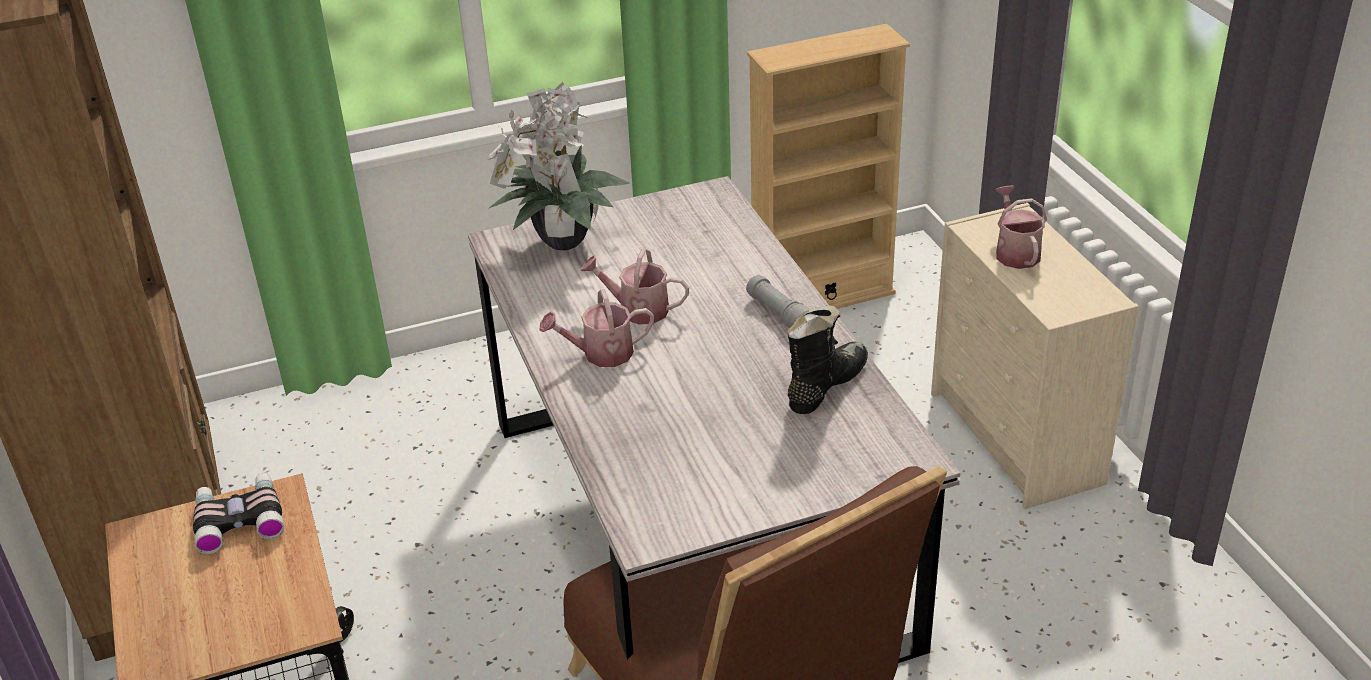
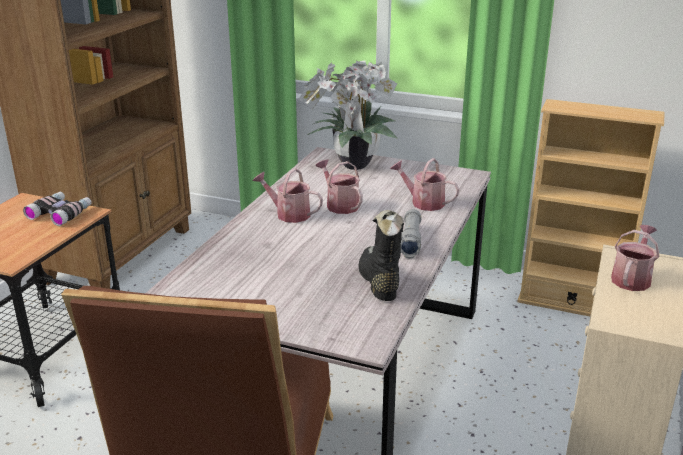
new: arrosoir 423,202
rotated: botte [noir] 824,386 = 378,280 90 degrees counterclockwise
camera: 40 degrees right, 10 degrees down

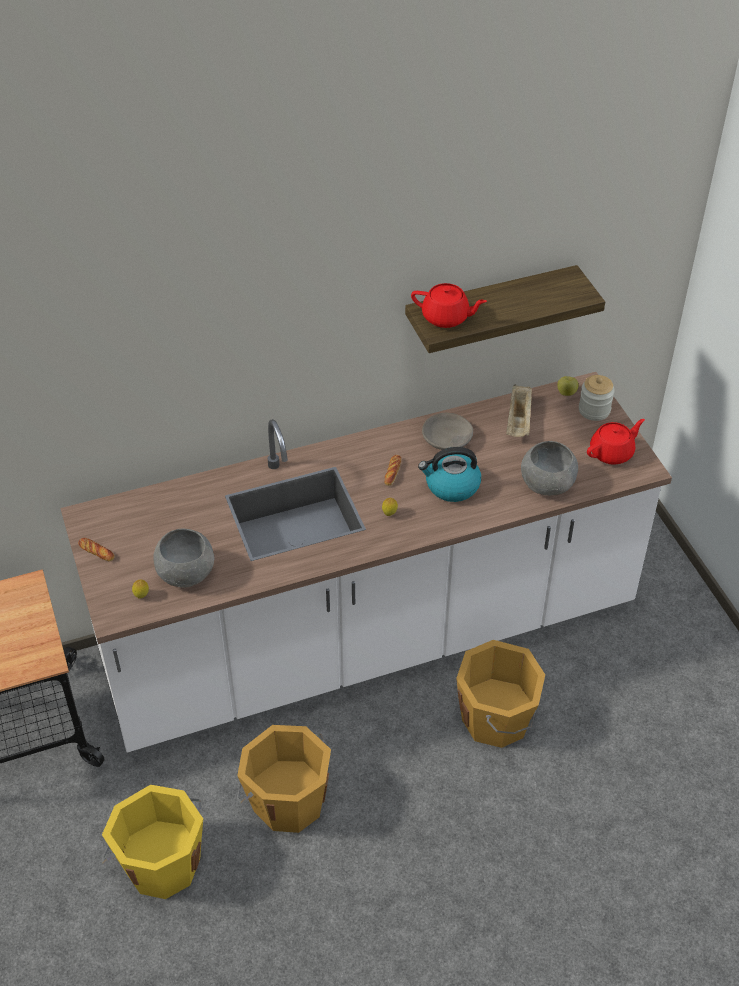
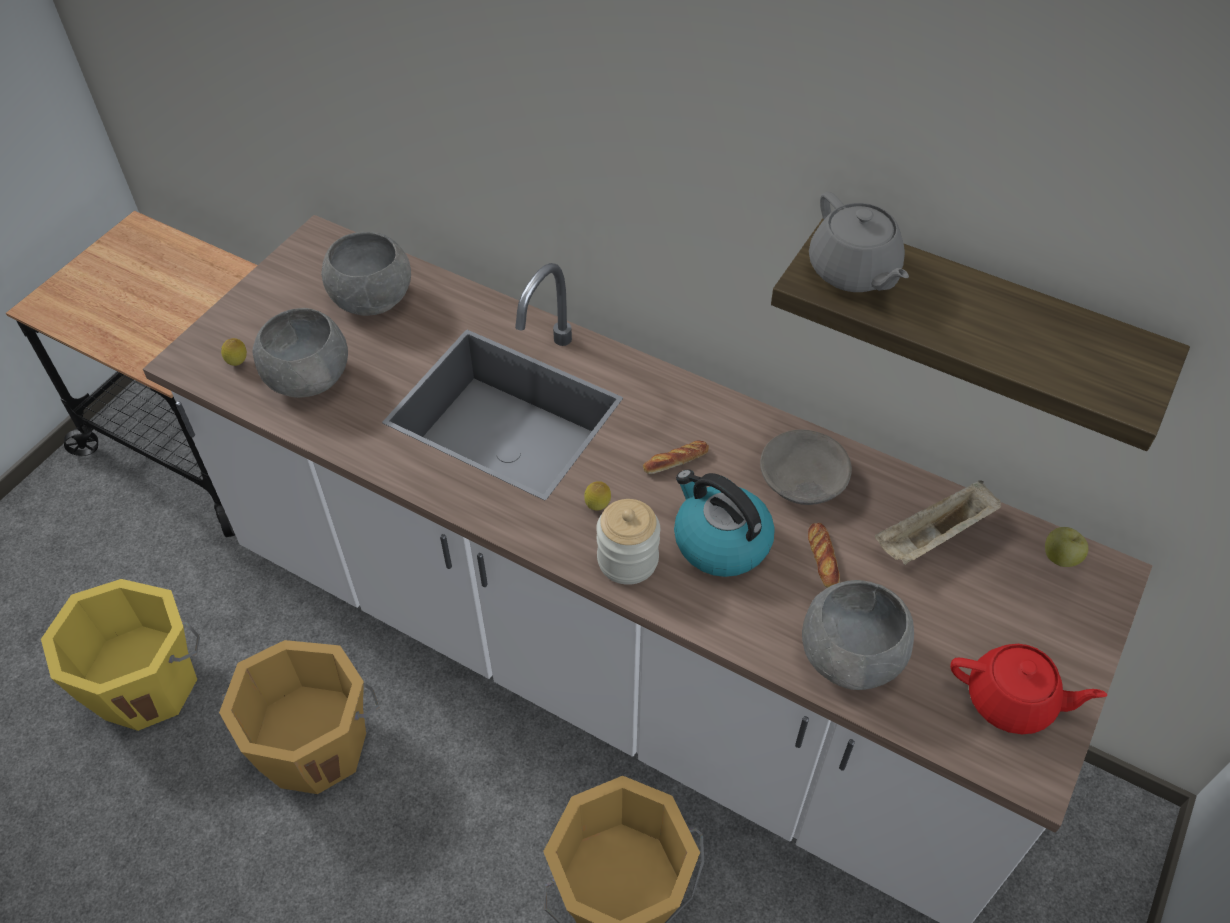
new: bol [gris] 372,299
shifted: bocal 594,410 to 627,560; pain 96,551 to 823,558
repainted: théière [rouge] 446,317 to théière [gris] 853,271
camera: 50 degrees right, 5 degrees up

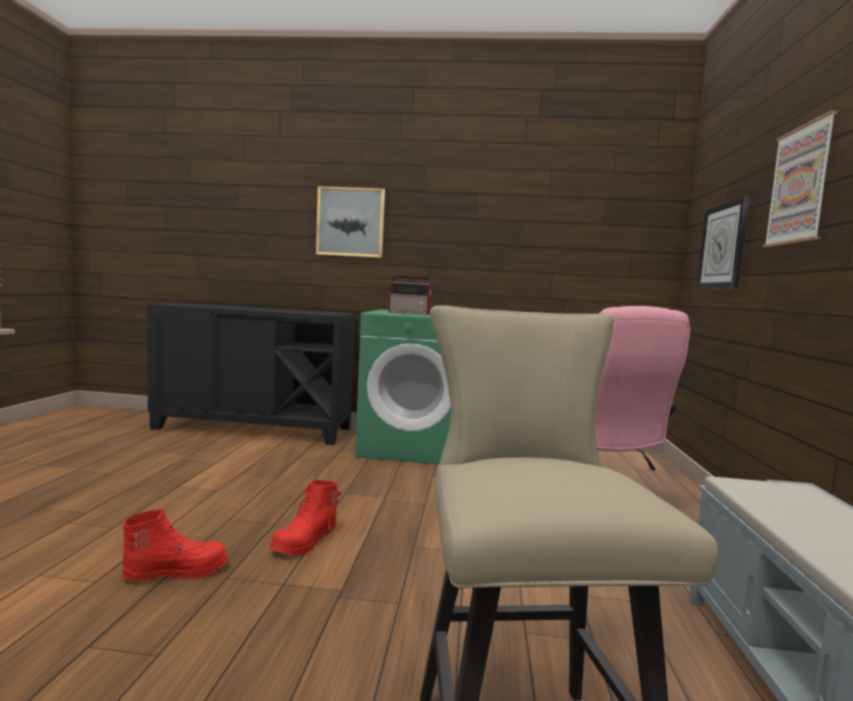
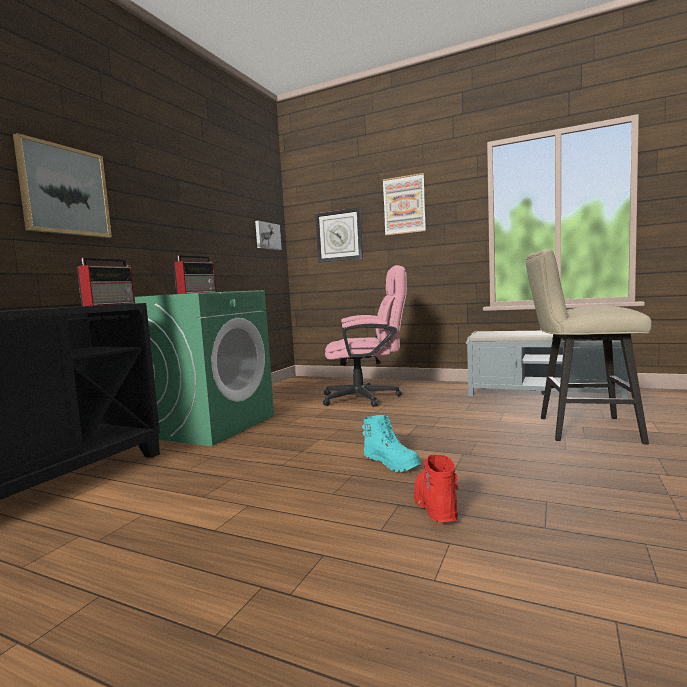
new: radio 110,304; tableau 267,236
repainted: botte [rouge] 306,542 to botte [turquoise] 392,463
camera: 70 degrees left, 0 degrees up

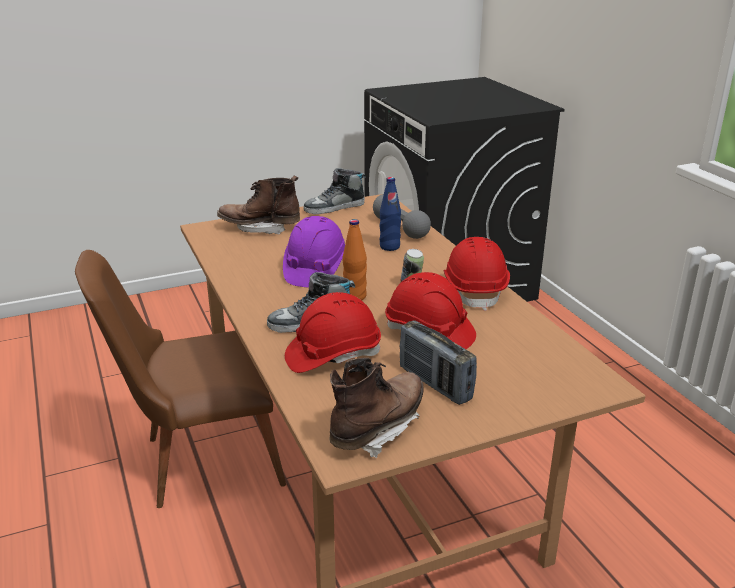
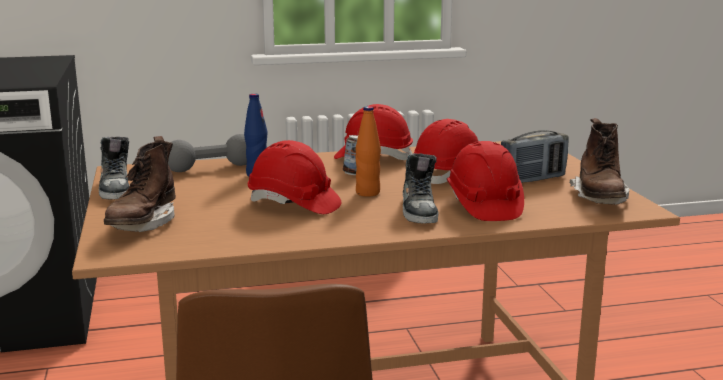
repainted: casque de chantier [violet] 315,270 to casque de chantier [rouge] 294,204
rotated: botte [marron] 378,428 = 599,198 135 degrees counterclockwise
camera: 80 degrees left, 10 degrees down

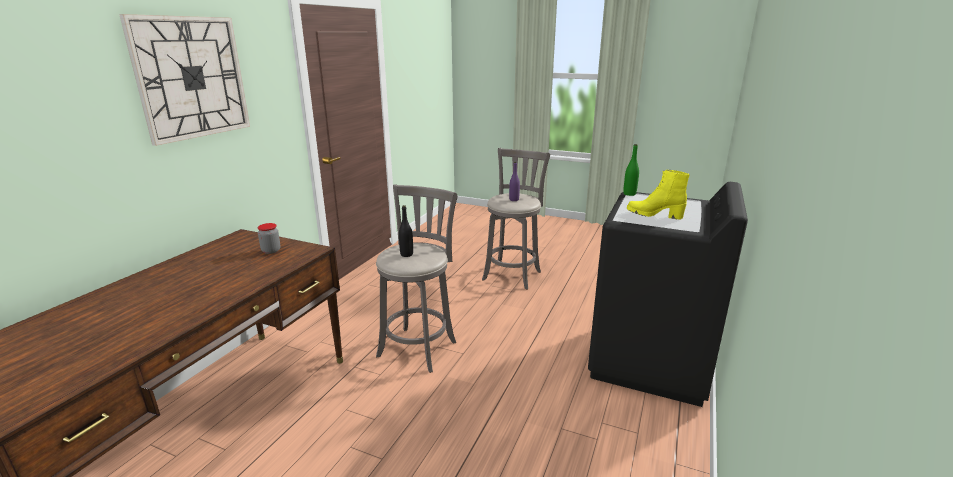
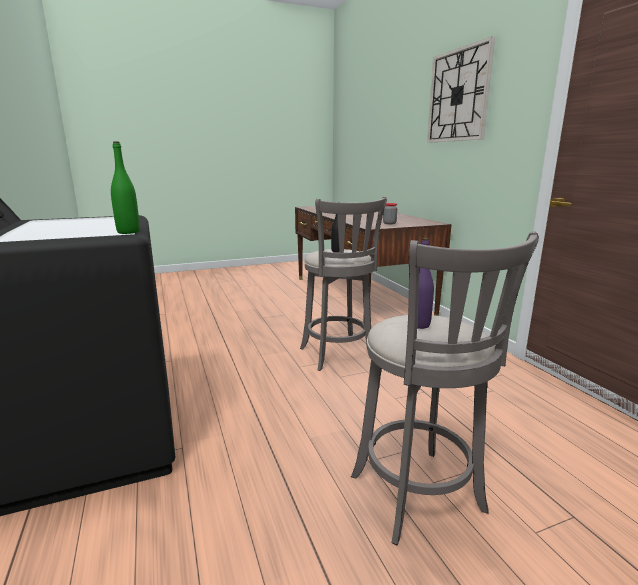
gone: botte [jaune] 654,215
camera: 135 degrees right, 5 degrees down

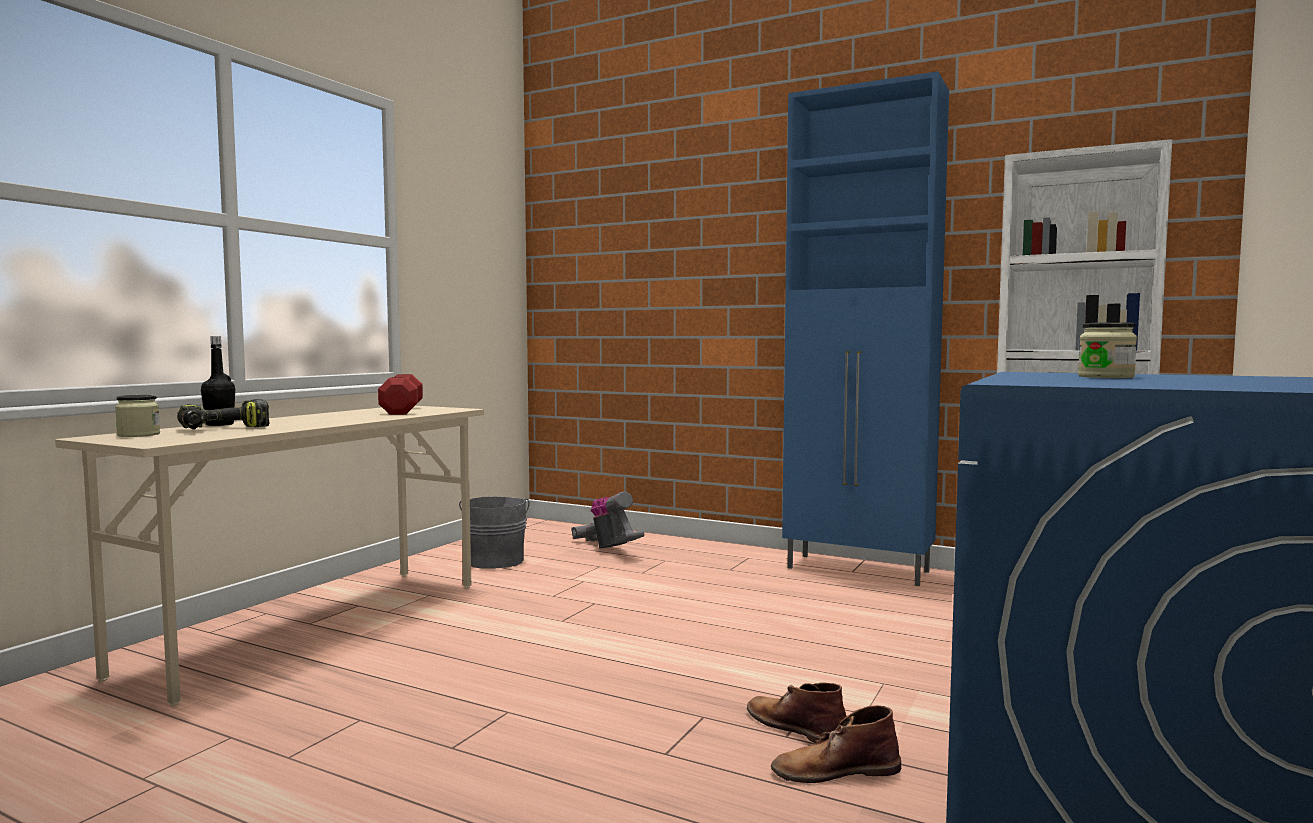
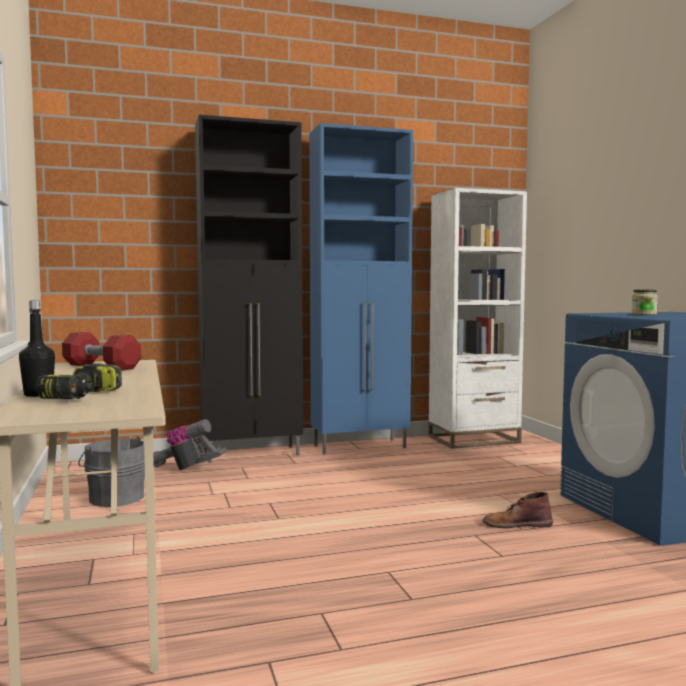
gone: bocal 138,435; botte [marron] 834,770
new: meuble de rangement [noir] 253,454
camera: 45 degrees left, 0 degrees up

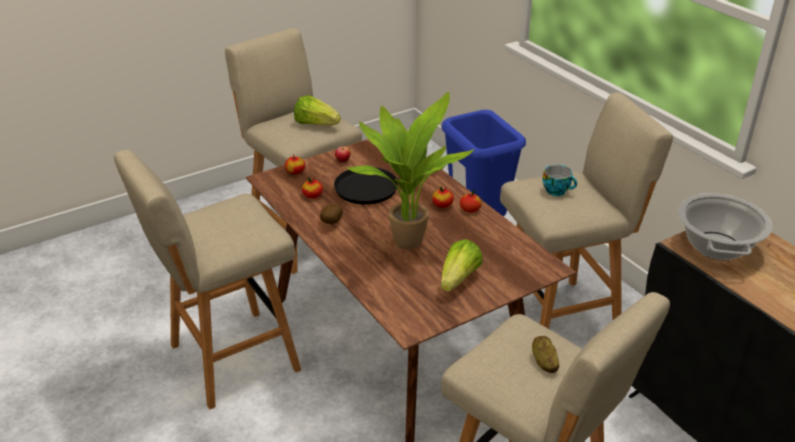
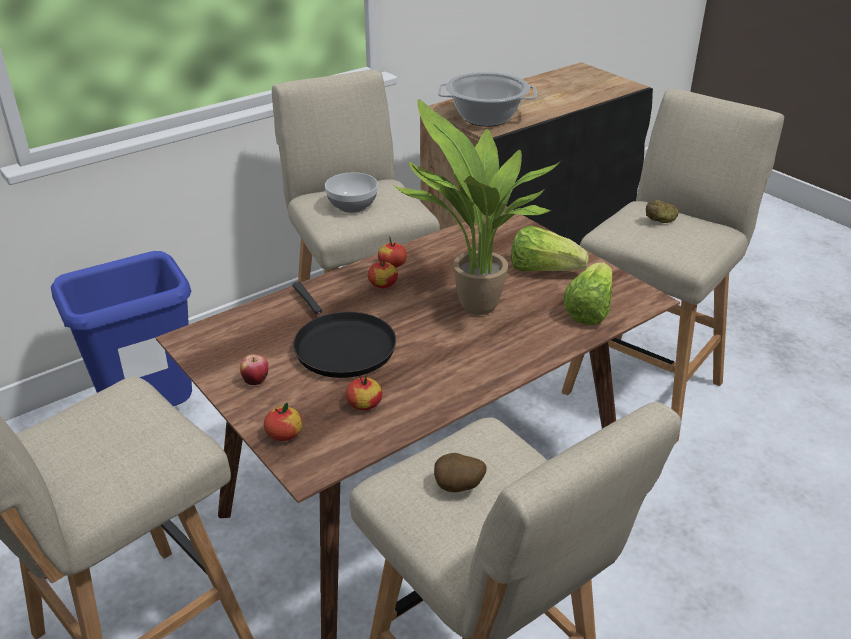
shifted: pomme de terre 330,223 to 458,488; laitue 316,124 to 589,310
swapped: tasse 557,191 to bol 351,205
camera: 95 degrees left, 0 degrees up

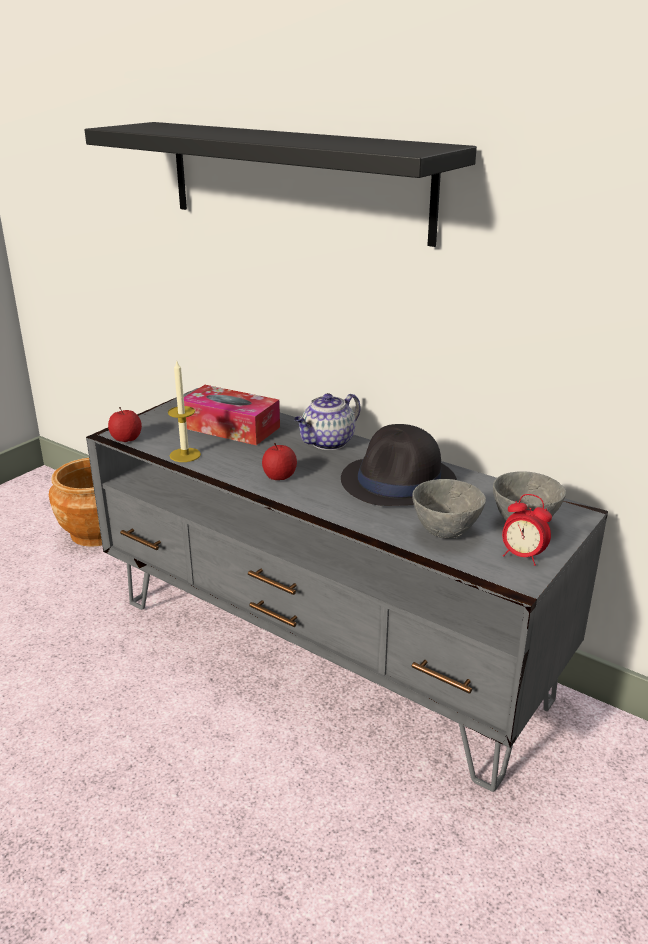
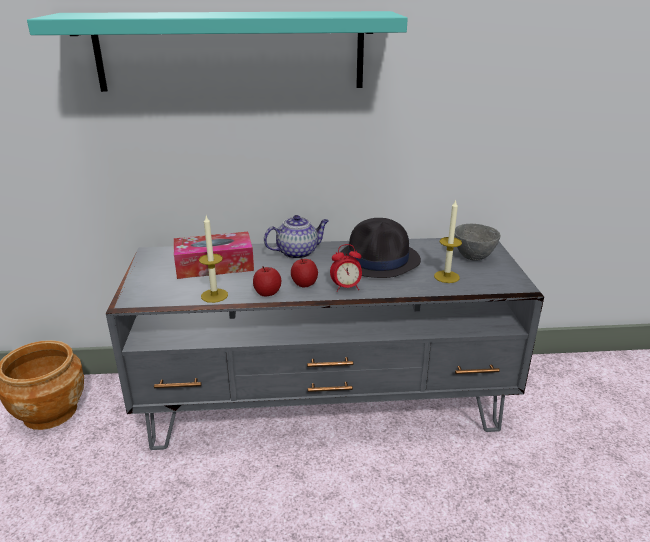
shifted: pomme 126,439 to 267,293; réveil 522,556 to 346,288
swapped: bol [gris] 445,531 to bougie 446,277
repainted: étagère [noir] 295,180 to étagère [turquoise] 231,51
rotated: théière 327,443 = 298,252 120 degrees counterclockwise
camera: 40 degrees left, 0 degrees up

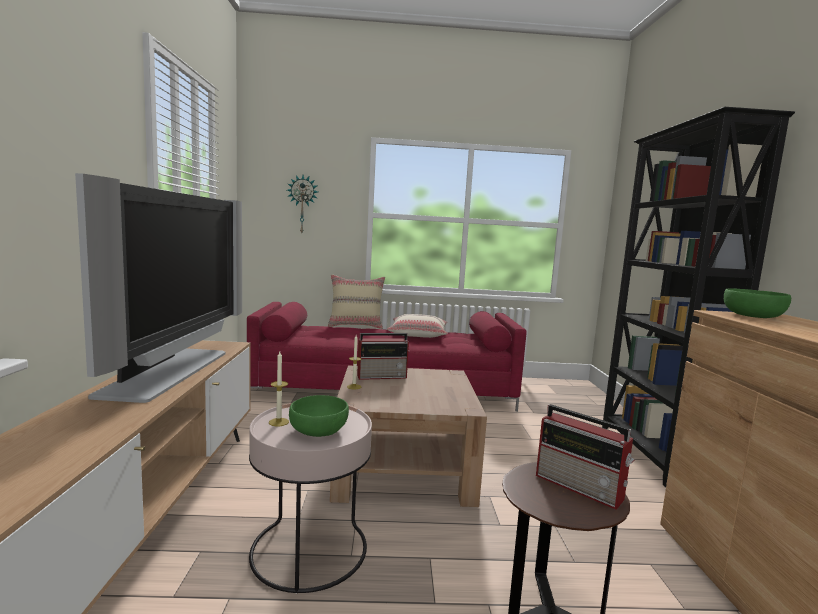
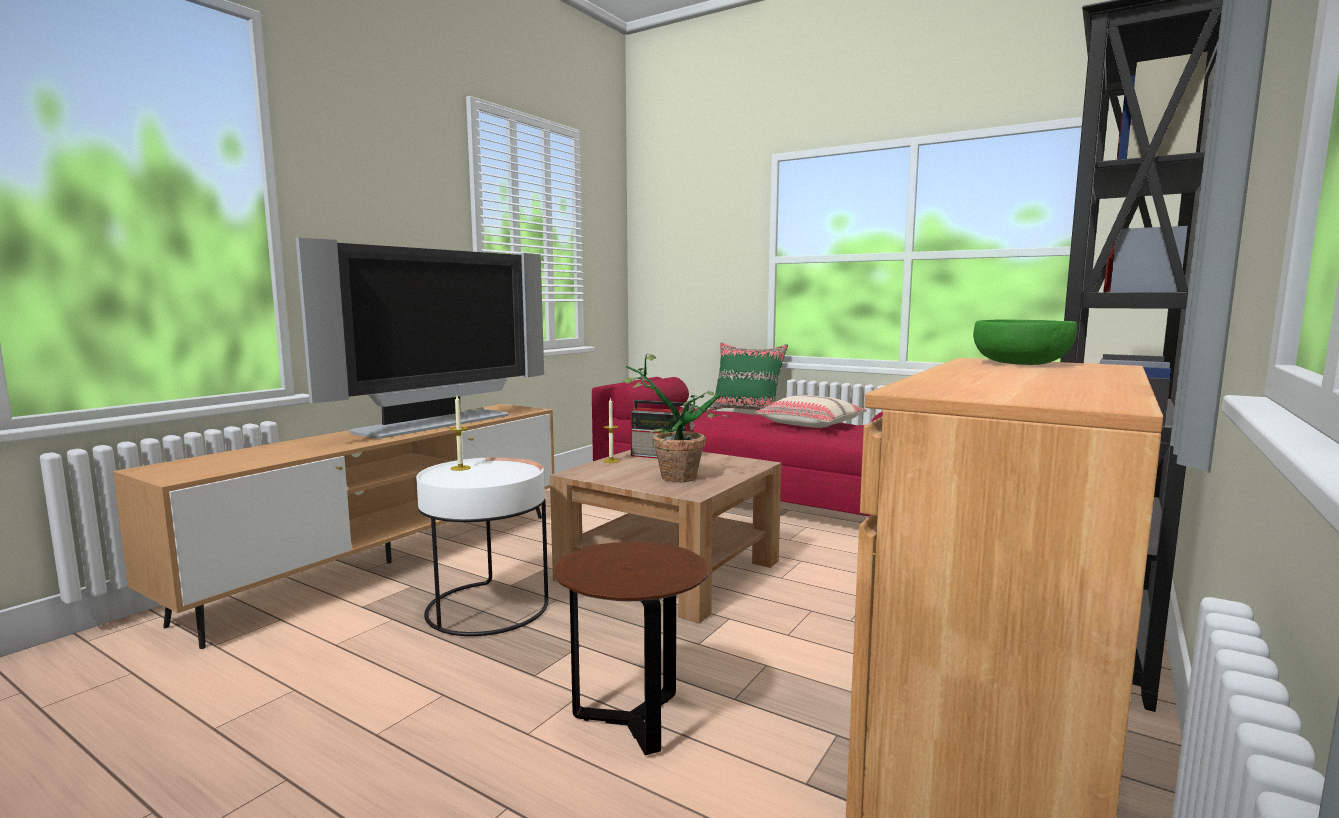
gone: horloge murale 302,204; bol [vert] 318,430; radio 581,487
new: plante en pot 669,476
repainted: table d'appoint [rose] 308,550 to table d'appoint [blanc] 487,608; coussin [beige] 356,326 to coussin [vert] 747,411
camera: 35 degrees right, 0 degrees up

